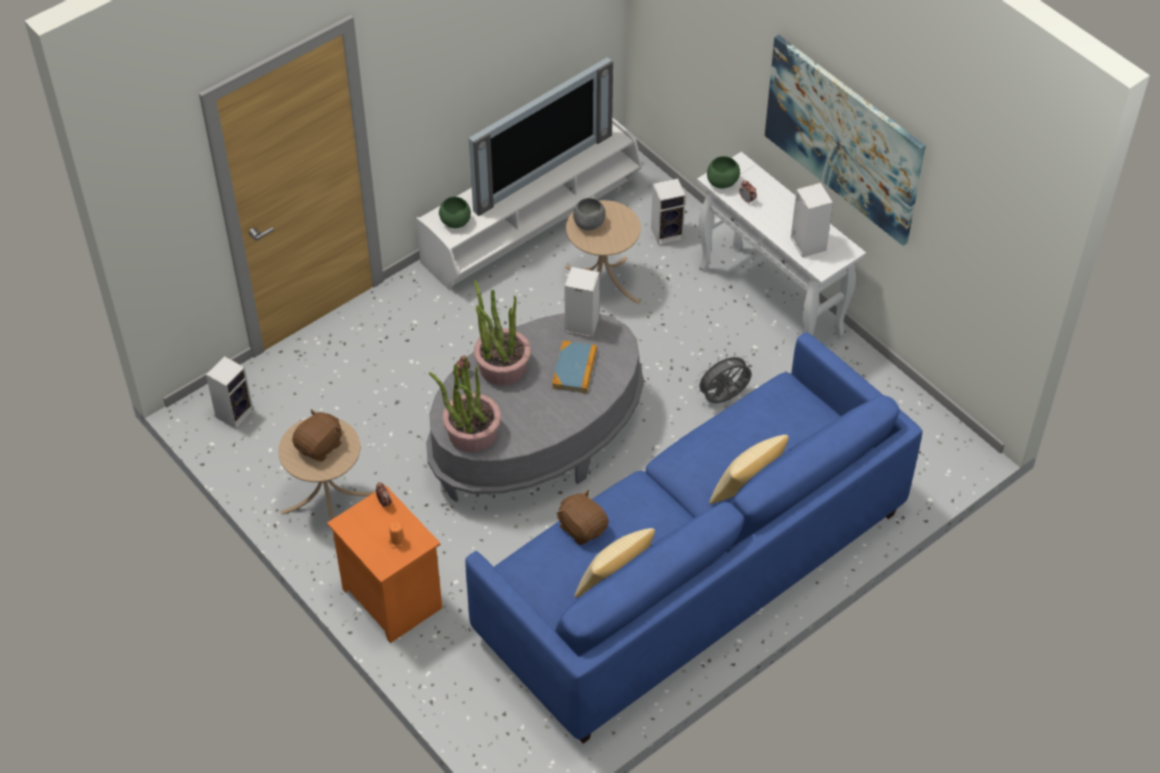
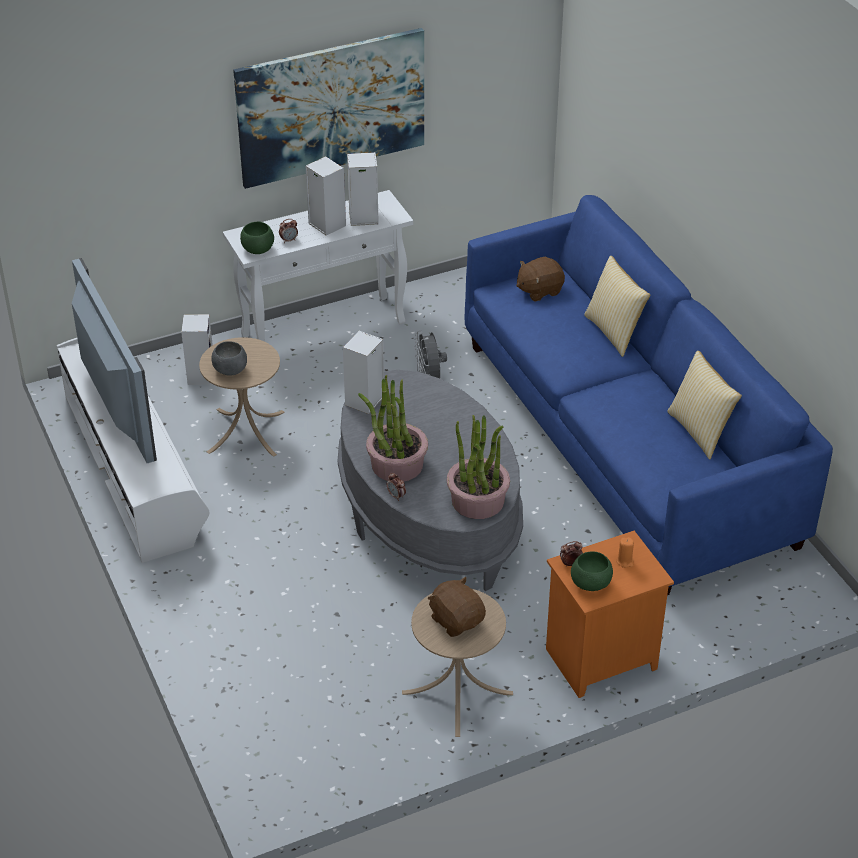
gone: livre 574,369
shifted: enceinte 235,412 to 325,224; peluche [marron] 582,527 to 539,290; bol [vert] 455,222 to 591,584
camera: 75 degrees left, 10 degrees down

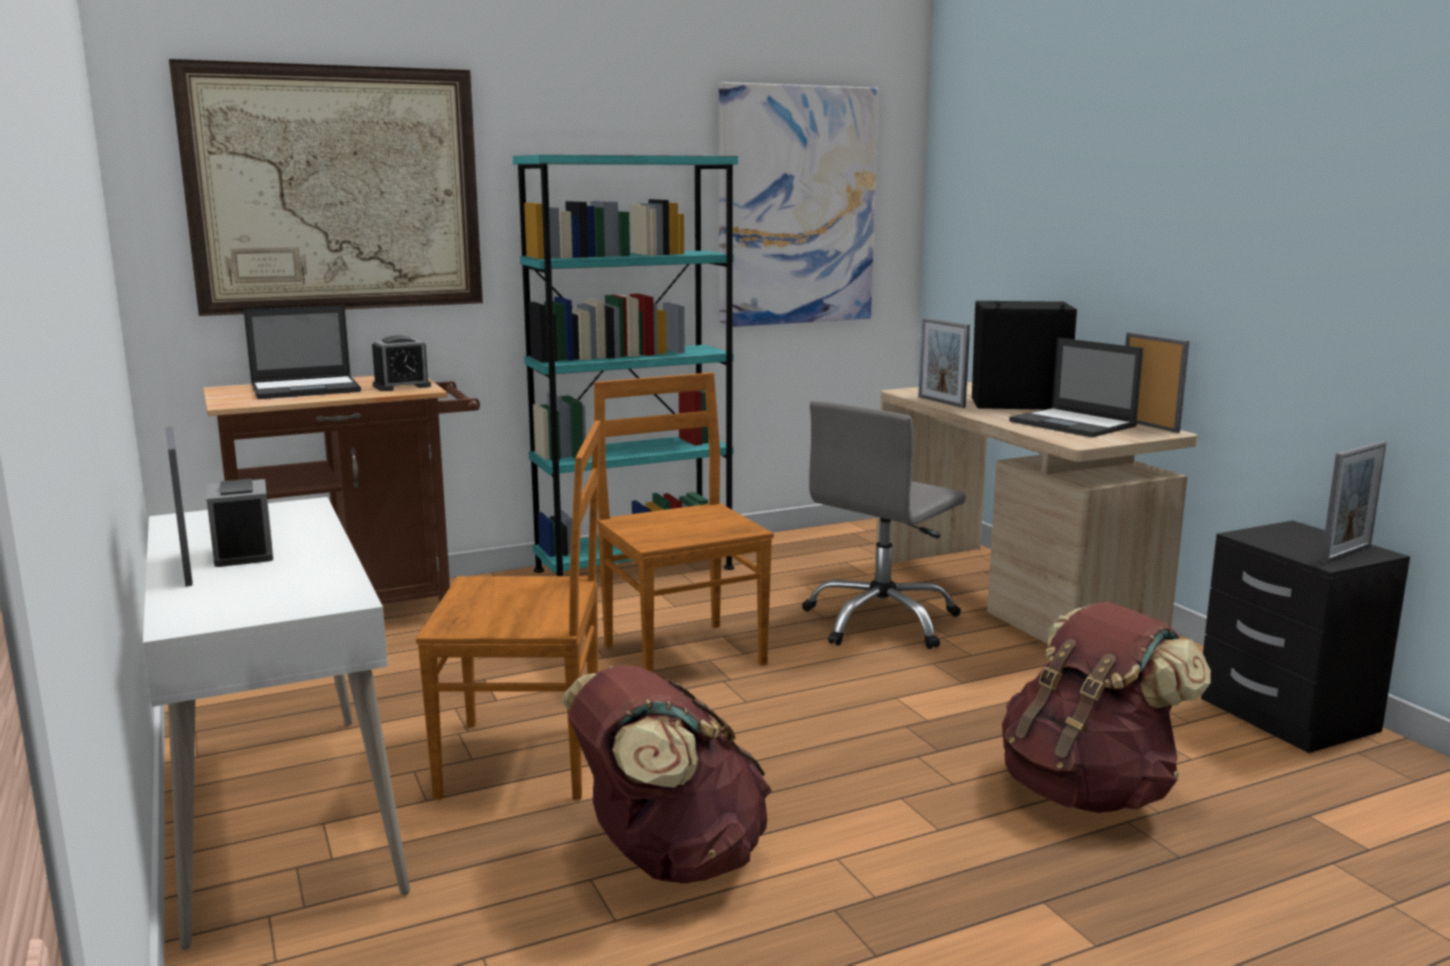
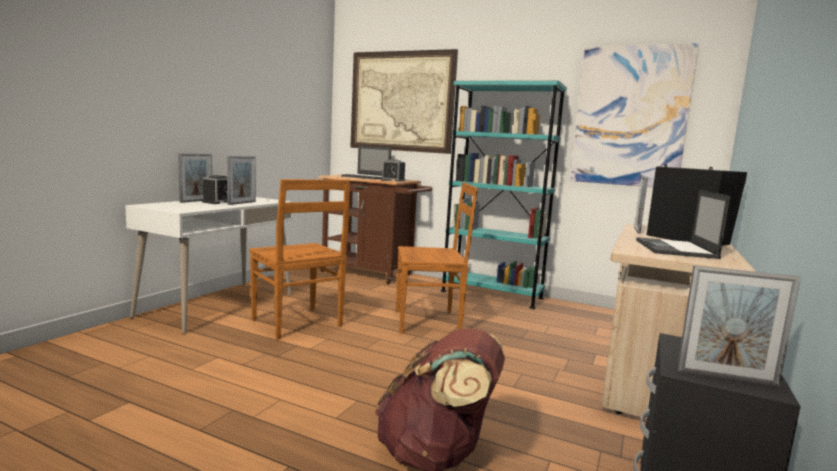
gone: sac à dos [marron] 668,859; chaise de bureau [gris] 881,621
shifted: cadre photo 1148,425 to 242,203
rotated: chaise [marron] 682,653 = 429,322 60 degrees clockwise
camera: 50 degrees right, 5 degrees down

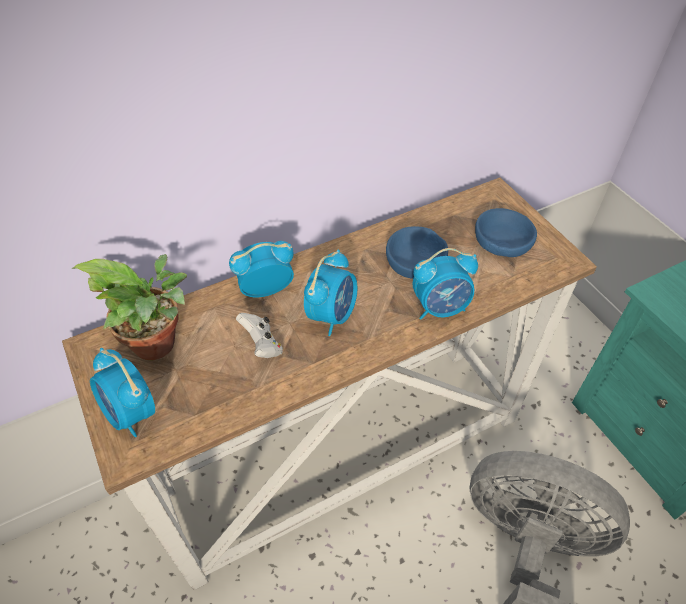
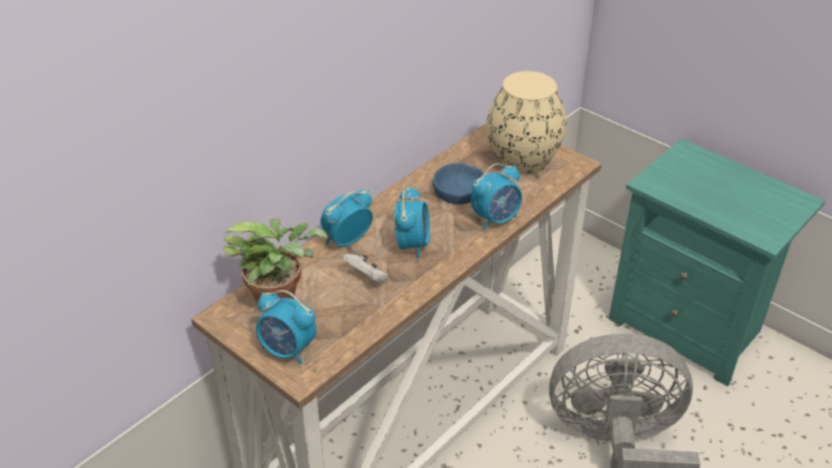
swapped: bol [bleu] 503,239 to vase [beige] 521,160
camera: 20 degrees left, 10 degrees down

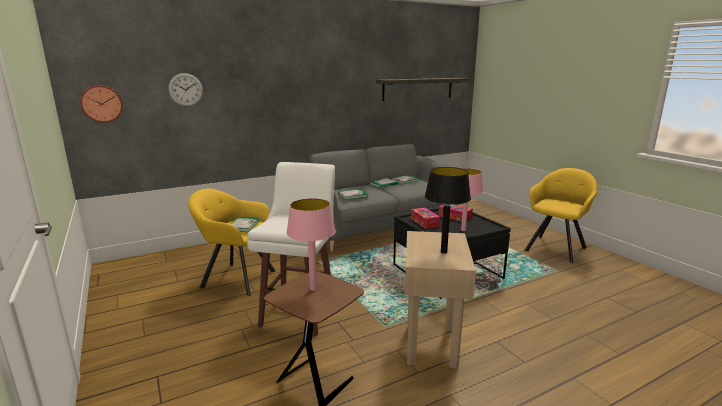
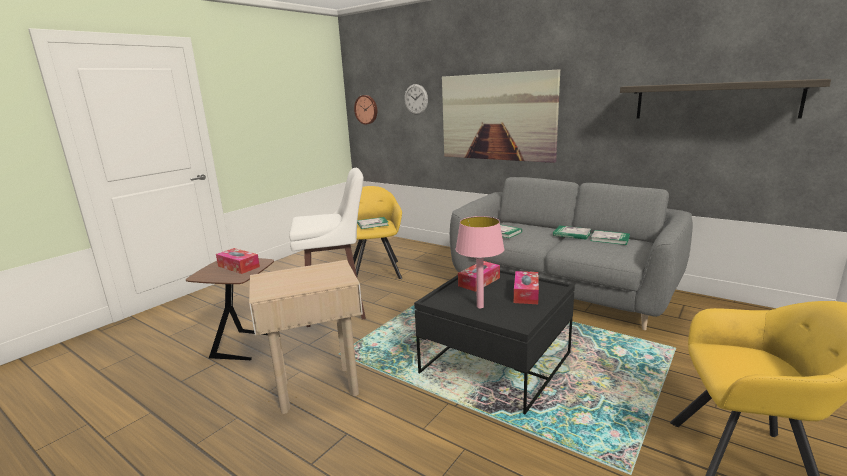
gone: lampe de table [noir] 443,252
new: tableau 497,117
swapped: lampe de table [rose] 313,289 to boîte à mouchoirs 238,266
camera: 65 degrees right, 0 degrees up

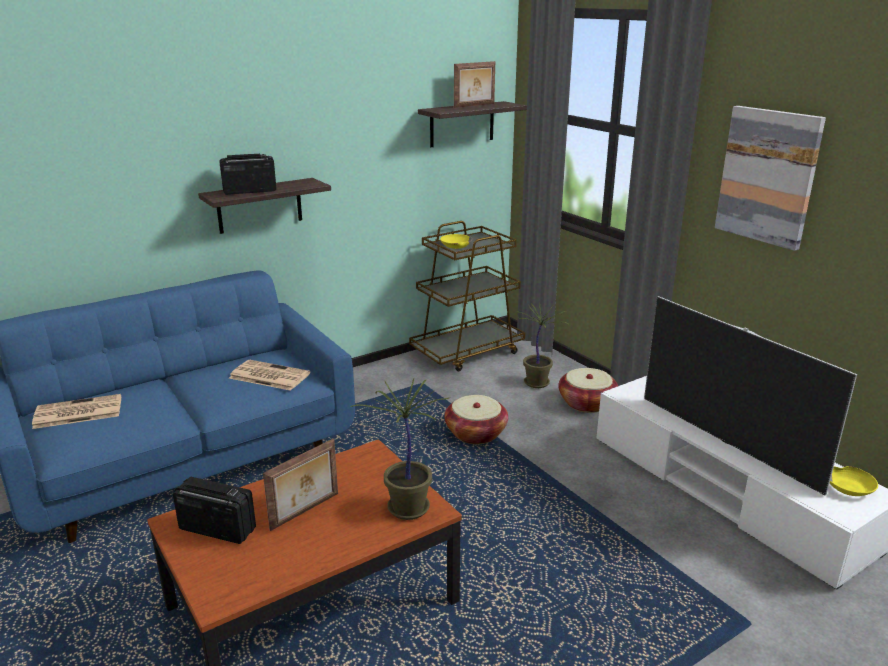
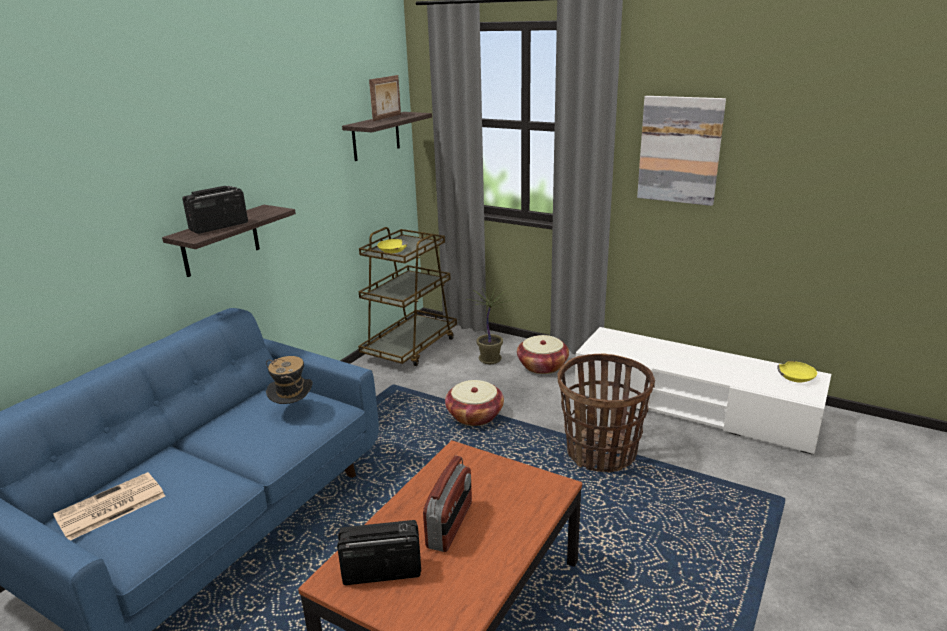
gone: plante en pot 406,508; téléviseur 726,442
new: panier 601,453
swapped: journal 268,376 to chapeau 293,411; cadre photo 306,512 to radio 450,525
camera: 25 degrees left, 0 degrees up

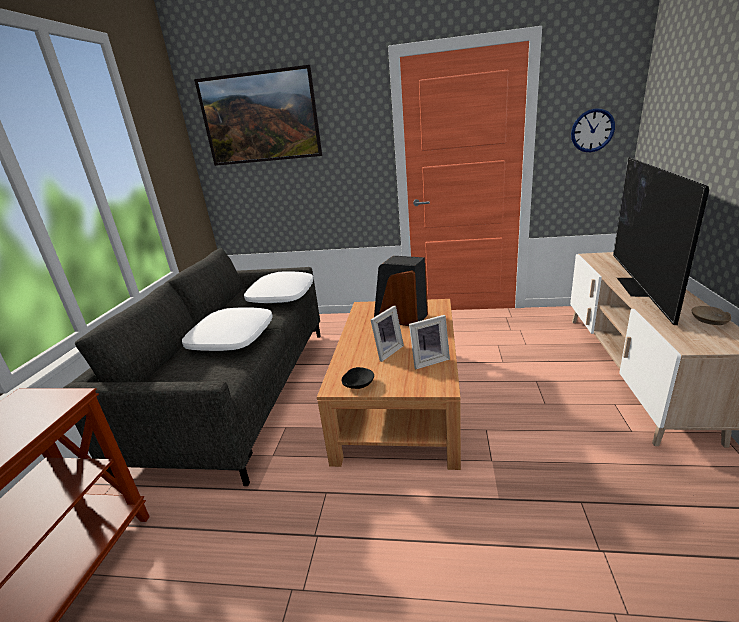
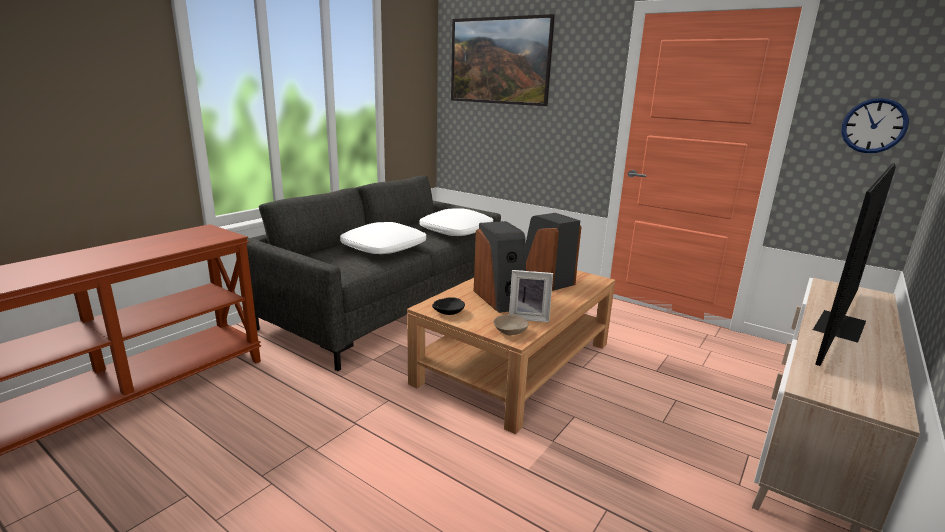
shifted: bol [beige] 710,321 to 510,331
swapped: cadre photo 386,351 to enceinte 500,299
camera: 25 degrees right, 5 degrees down

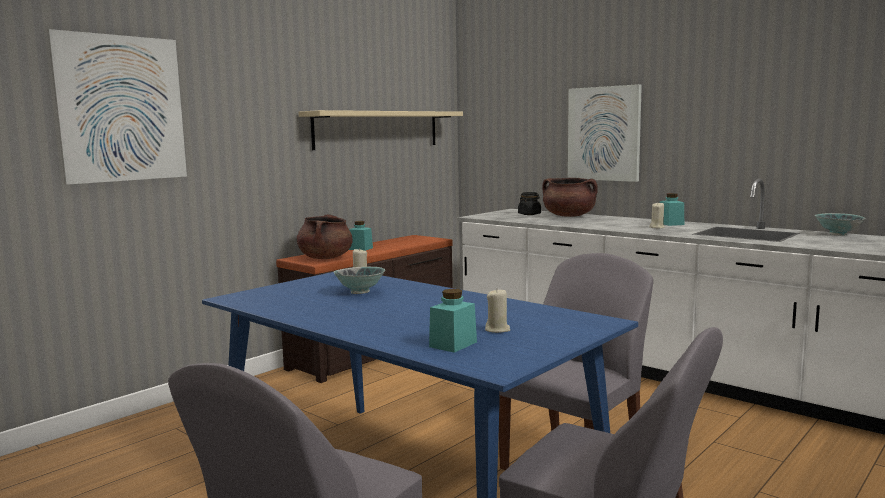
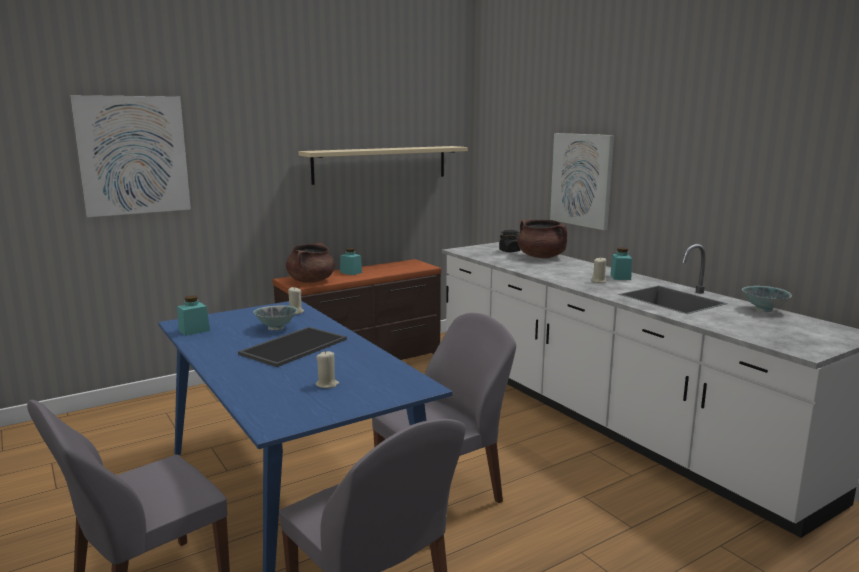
new: plateau 293,346
shifted: bocal [turquoise] 453,344 to 194,330
camera: 15 degrees right, 5 degrees up

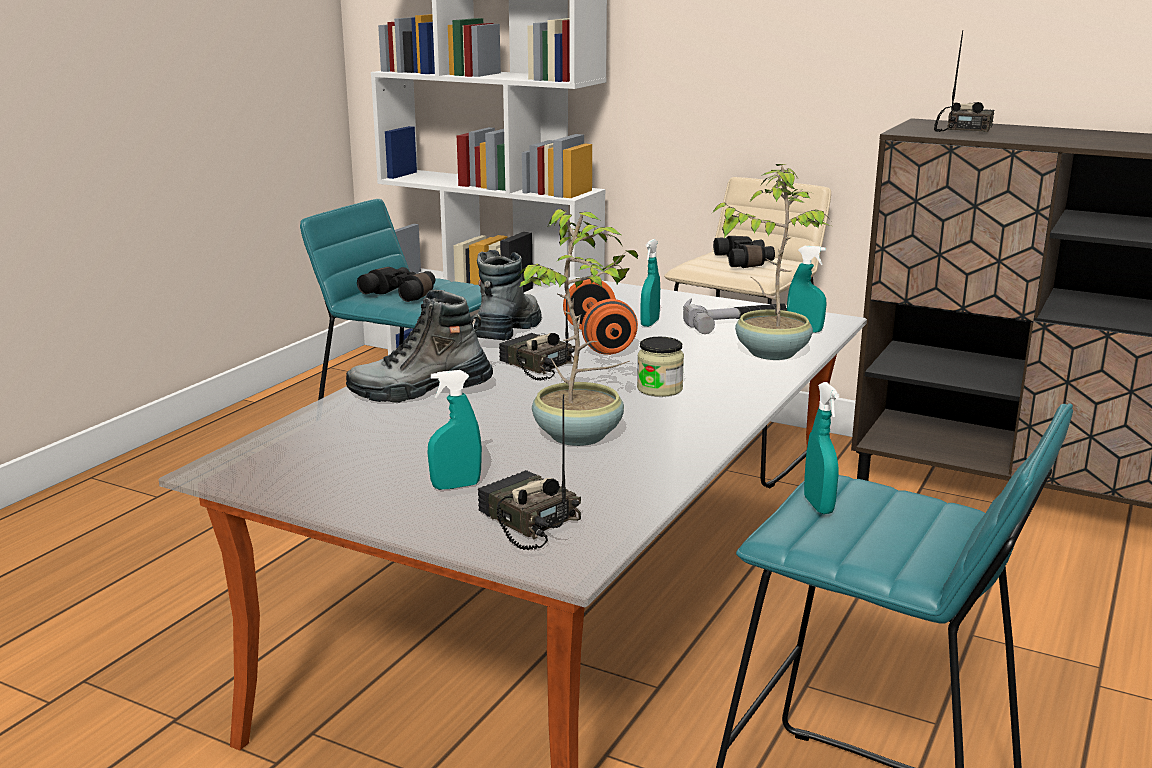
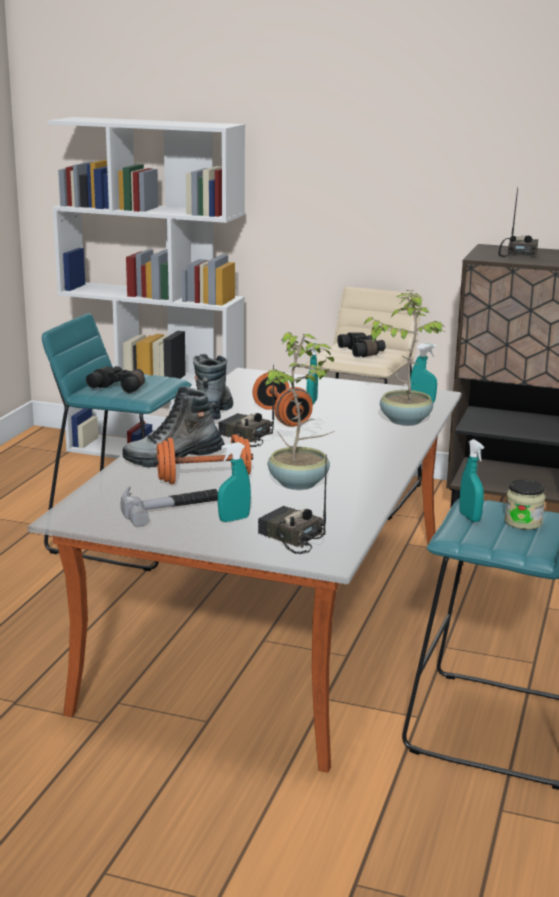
new: haltère [orange] 203,480
shifted: marteau 732,320 to 168,506; bocal 659,389 to 523,522
camera: 10 degrees left, 0 degrees up

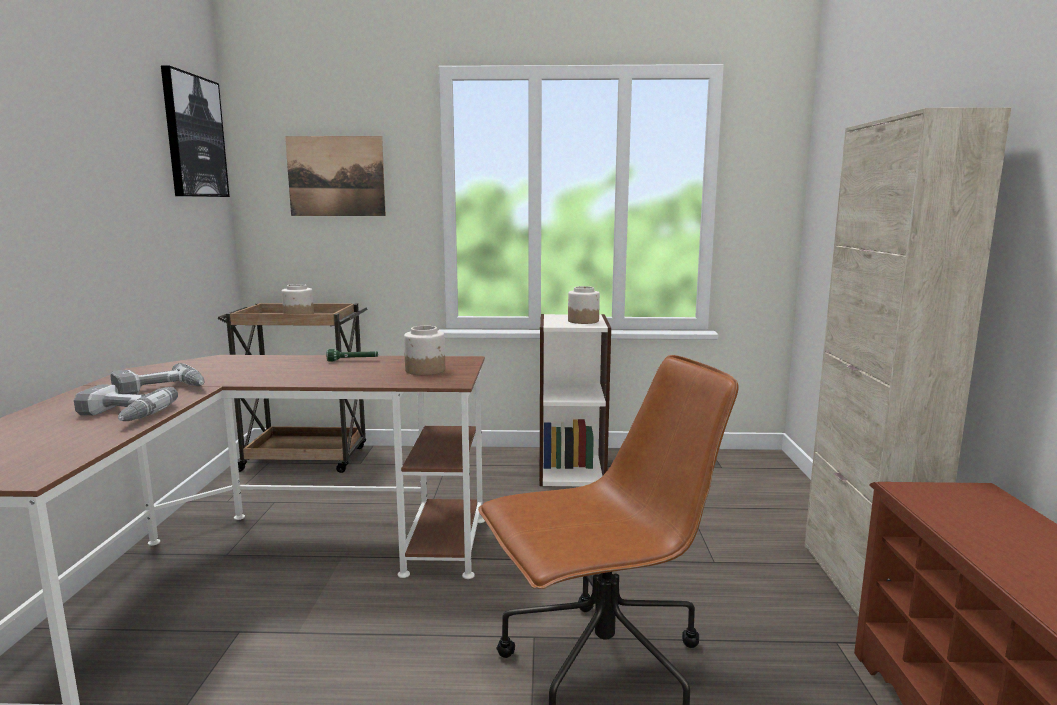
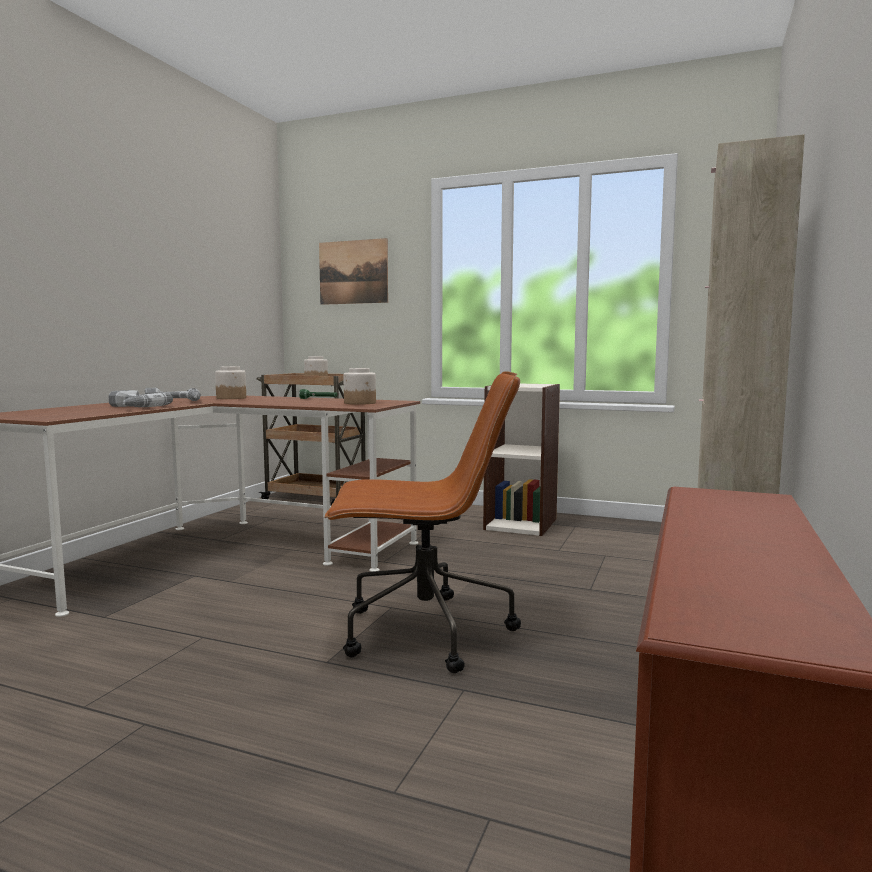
gone: tableau 194,136
shifted: bocal 583,321 to 231,398
camera: 20 degrees right, 5 degrees down

